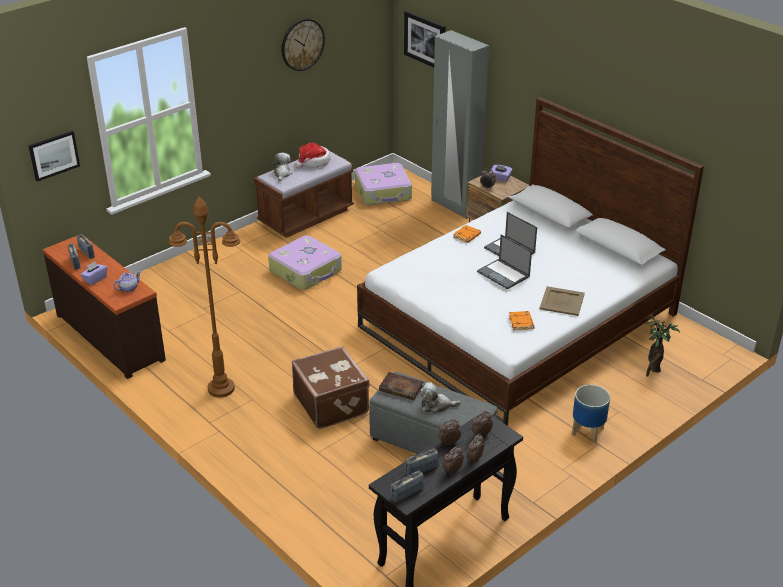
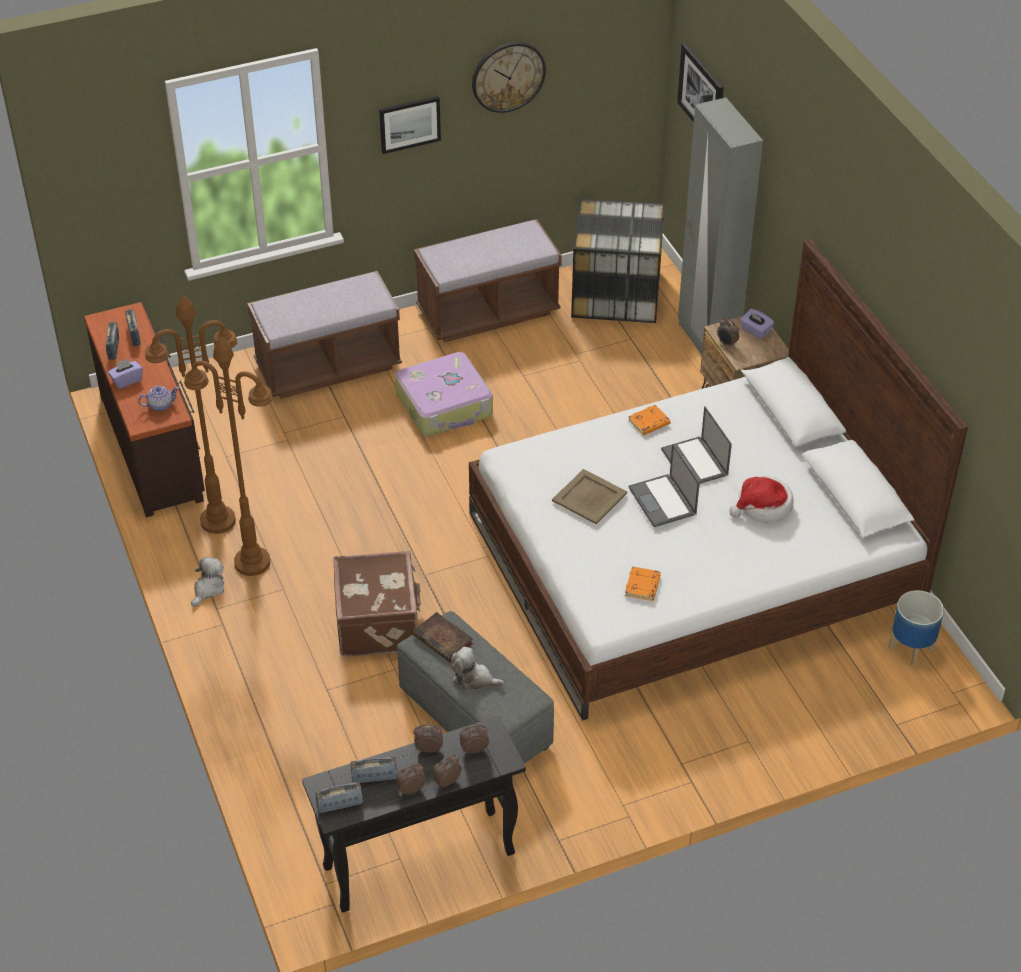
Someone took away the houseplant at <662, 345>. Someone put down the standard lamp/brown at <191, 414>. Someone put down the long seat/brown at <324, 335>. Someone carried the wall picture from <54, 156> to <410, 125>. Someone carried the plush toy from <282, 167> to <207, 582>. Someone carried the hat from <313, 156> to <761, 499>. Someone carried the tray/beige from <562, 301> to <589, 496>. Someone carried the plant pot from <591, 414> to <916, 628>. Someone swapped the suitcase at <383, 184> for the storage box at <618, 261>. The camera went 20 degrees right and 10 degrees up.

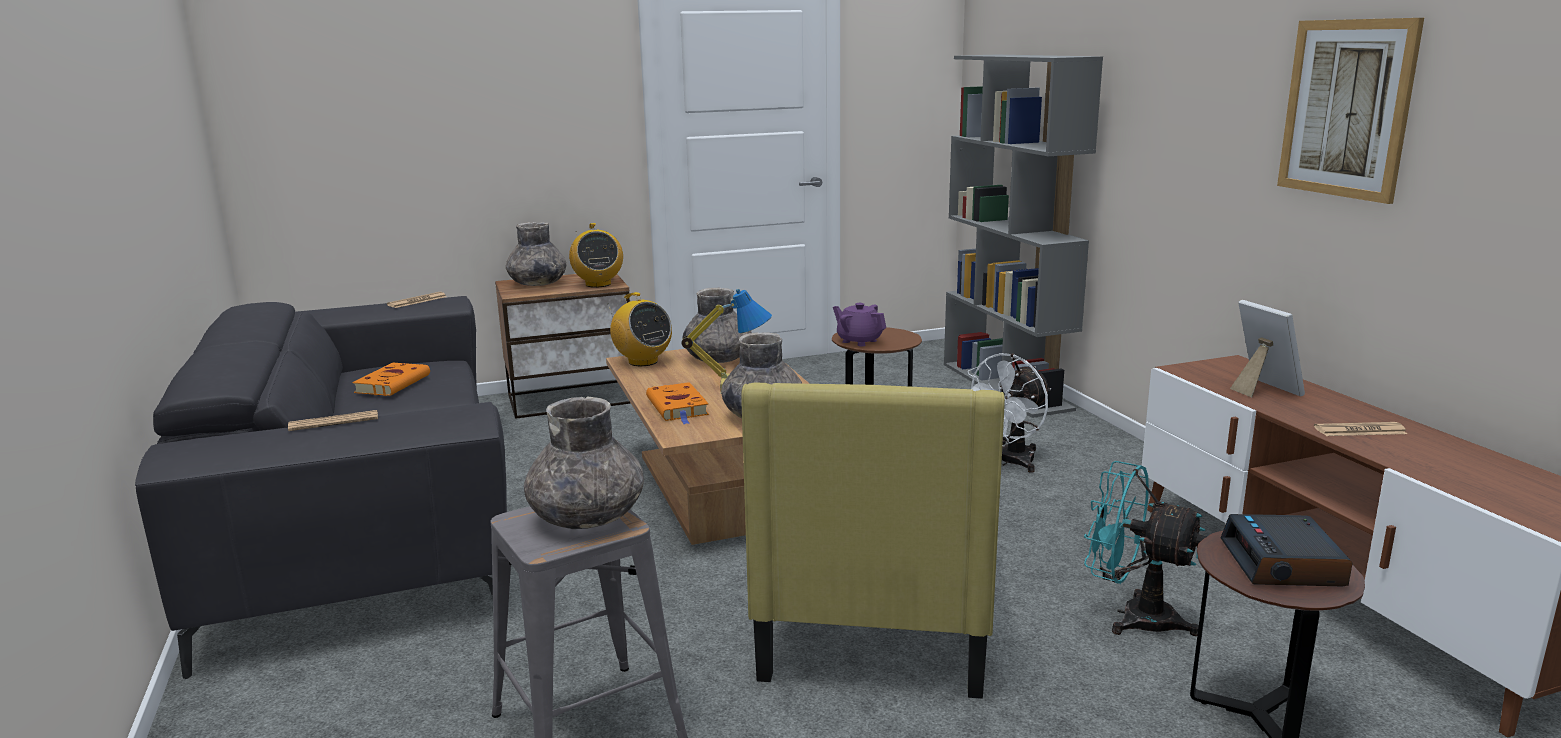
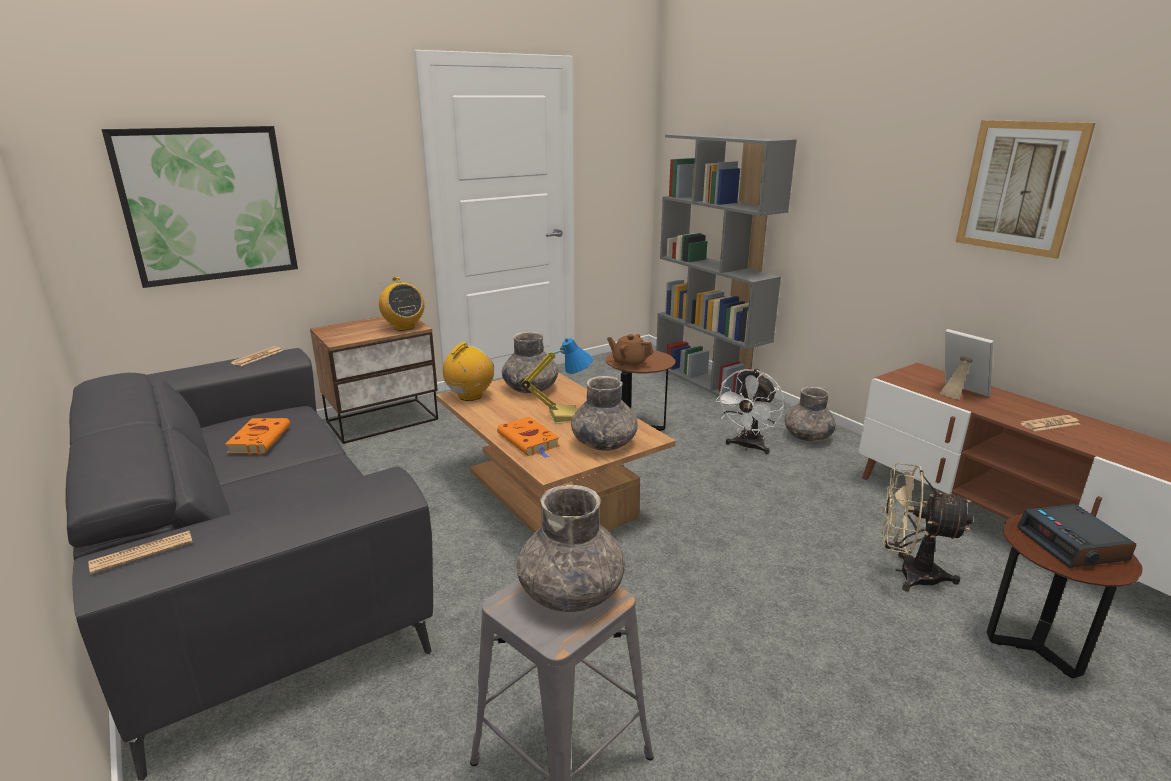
Someone took away the easy chair/yellowish at <873, 540>. Someone put up the wall picture at <200, 207>. Someone carried the newspaper from <333, 420> to <141, 552>. Someone carried the flower vase/gray from <536, 254> to <810, 414>. Someone repainted the teapot/purple at <859, 324>, which became the teapot/brown at <630, 351>. Someone repainted the electric fan/turquoise at <1145, 548>, which became the electric fan/beige at <927, 527>. Someone rotated the radio receiver at <640, 329> by 90 degrees counterclockwise. The camera went 15 degrees left and 5 degrees up.

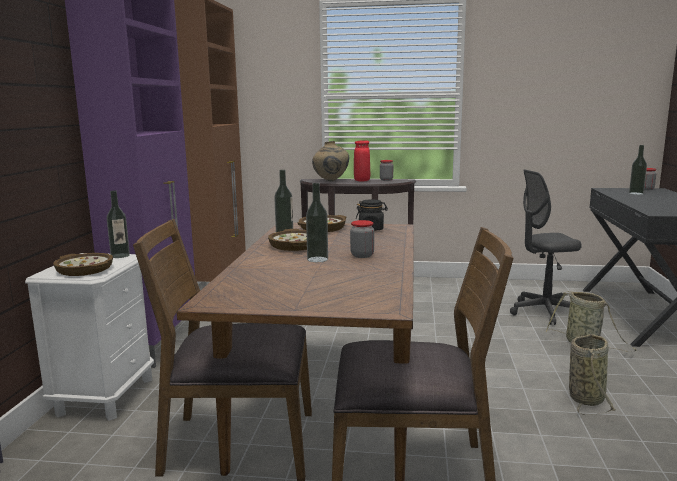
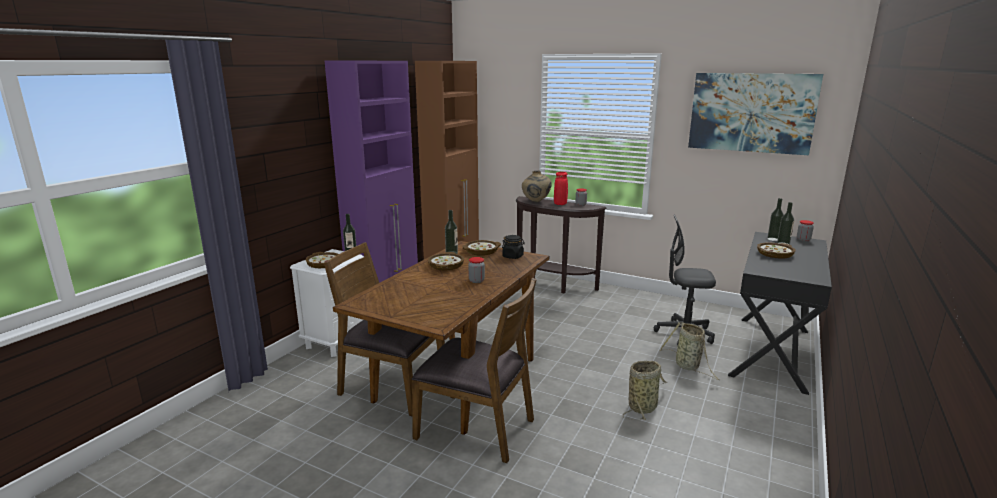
Someone put up the wall picture at <755, 114>. Someone put down the serving bowl at <776, 250>. Someone carried the bottle from <317, 222> to <775, 219>. The camera went 20 degrees right and 5 degrees up.

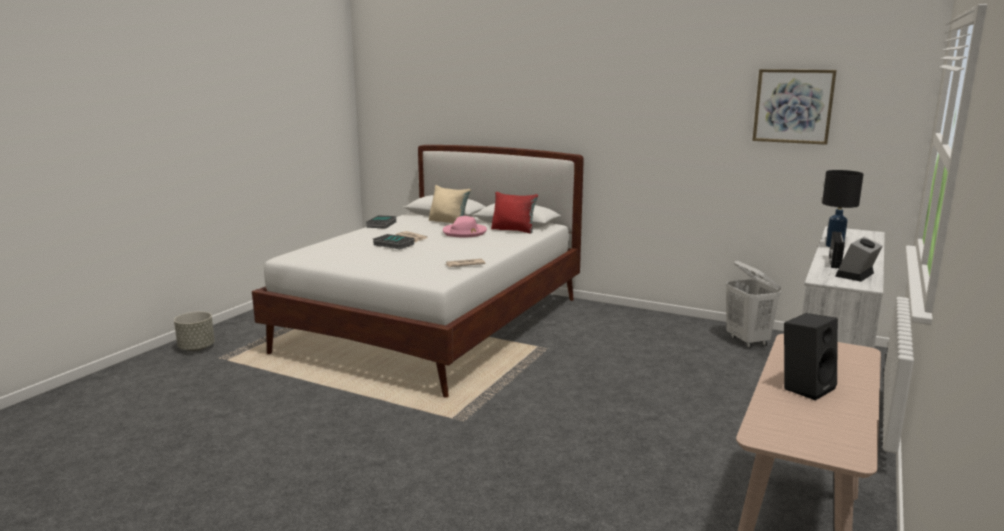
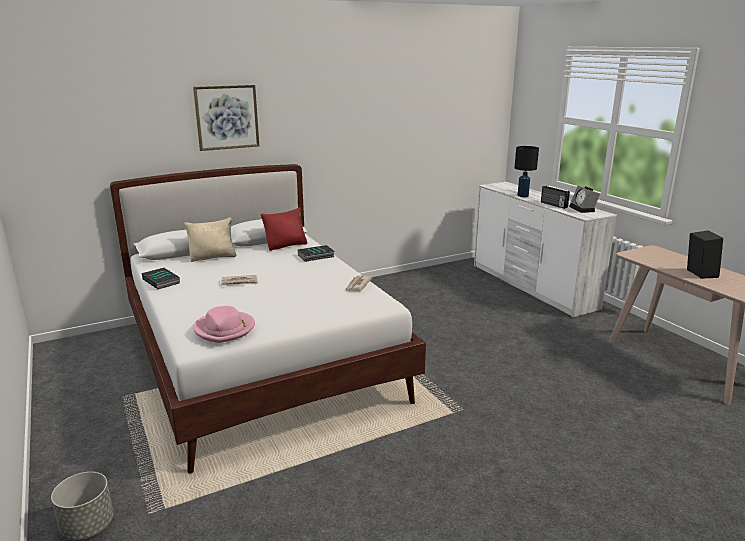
Someone took away the laundry basket/white at <753, 304>. Someone carried the book from <393, 241> to <316, 253>. Someone carried the hat/pink-coloured from <465, 227> to <224, 324>. Someone carried the wall picture from <794, 107> to <226, 118>. The camera went 55 degrees left and 5 degrees up.

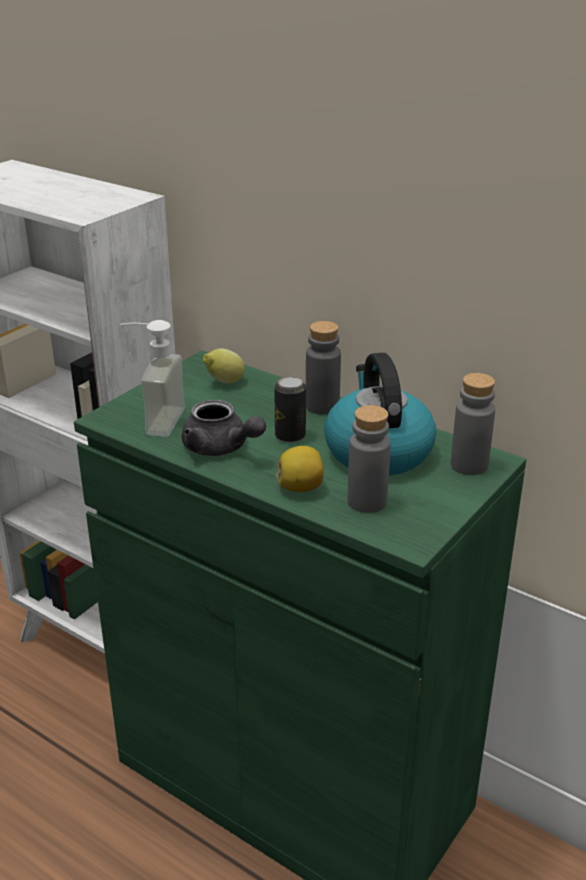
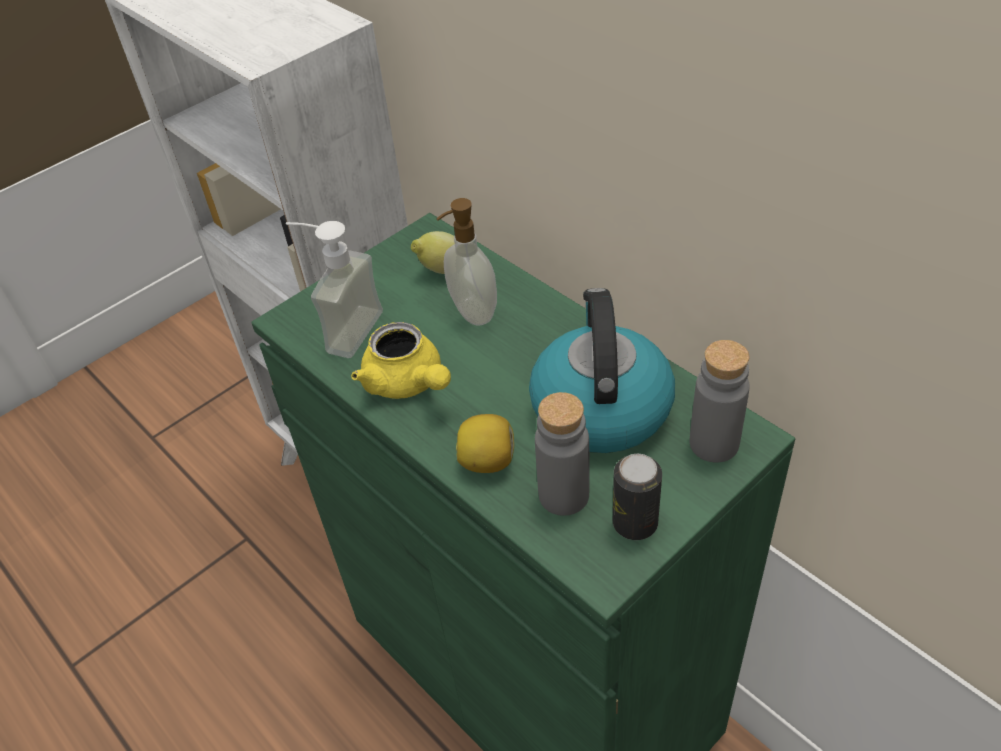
Someone took away the bottle/gray at <323, 367>. Someone put down the soap bottle at <466, 262>. Someone carried the can from <290, 409> to <637, 497>. Someone repainted the teapot/gray at <224, 428>, which became the teapot/yellowish at <401, 360>. The camera went 15 degrees right and 15 degrees up.

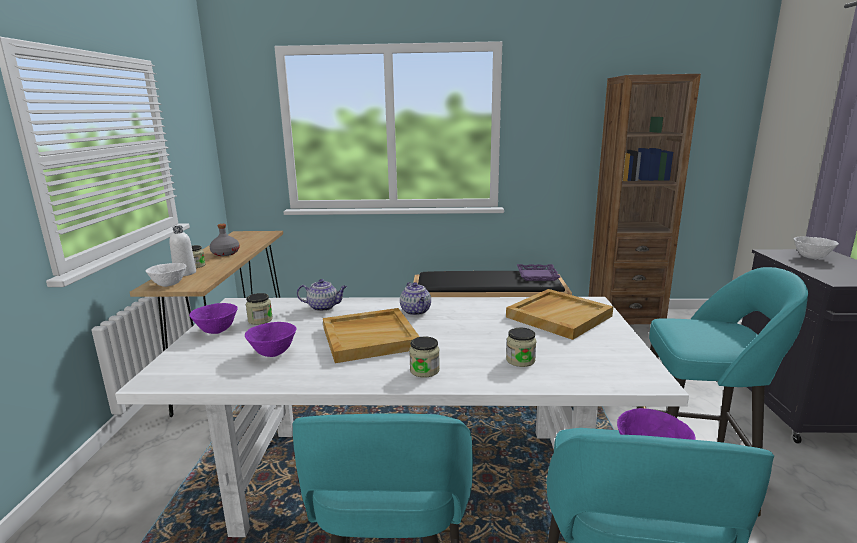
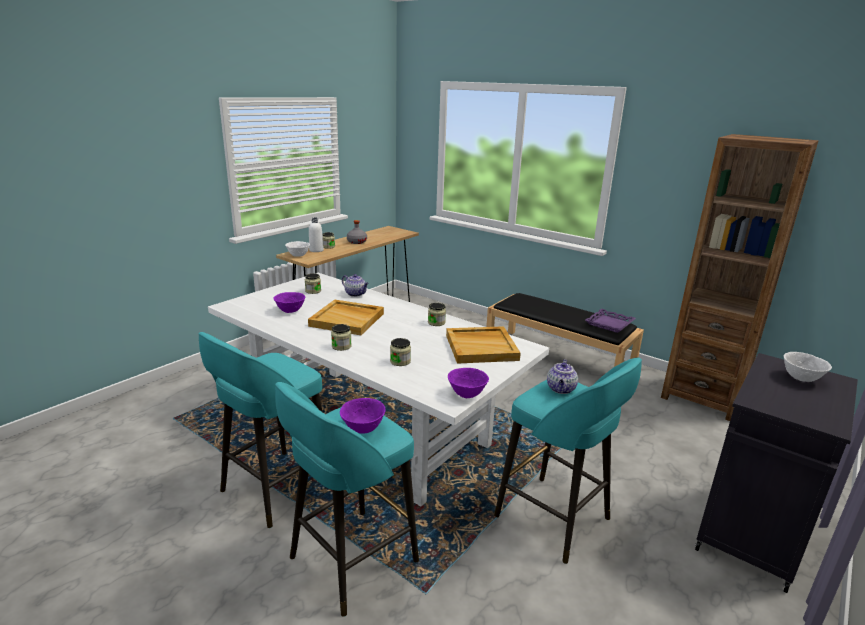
Someone put down the jar at <437, 314>. Someone carried the serving bowl/purple from <213, 318> to <468, 383>. Someone carried the teapot from <415, 298> to <562, 376>. The camera went 35 degrees right and 5 degrees up.

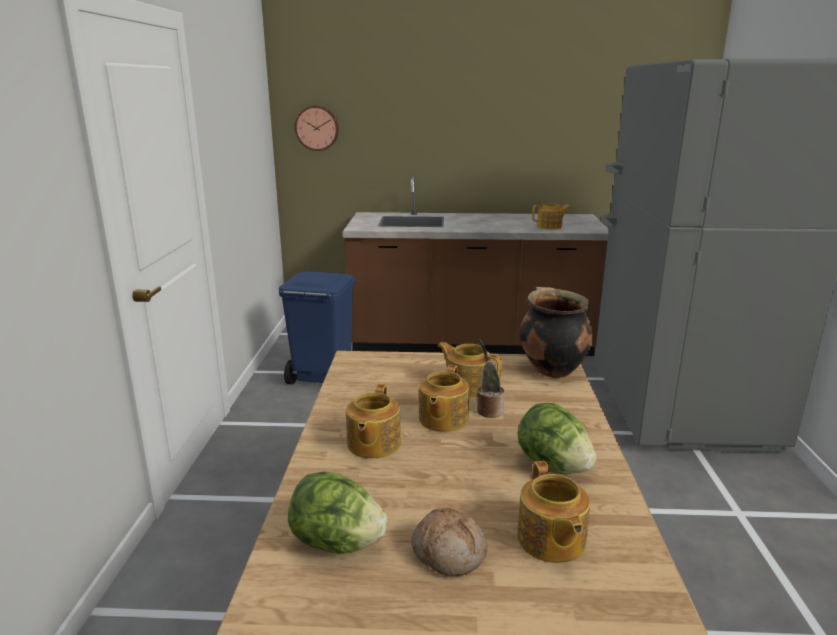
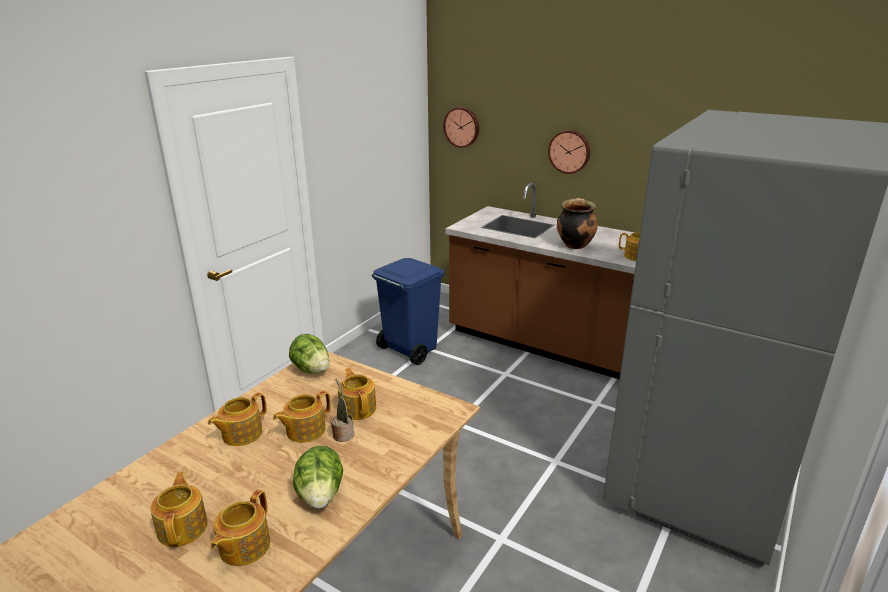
Someone put up the clock on the wall at <569, 152>. Someone carried the lettuce head from <338, 513> to <309, 354>. Someone carried the stockpot from <556, 332> to <577, 223>. Someone swapped the baked bread at <449, 541> for the teapot at <179, 509>. The camera went 30 degrees right and 5 degrees up.

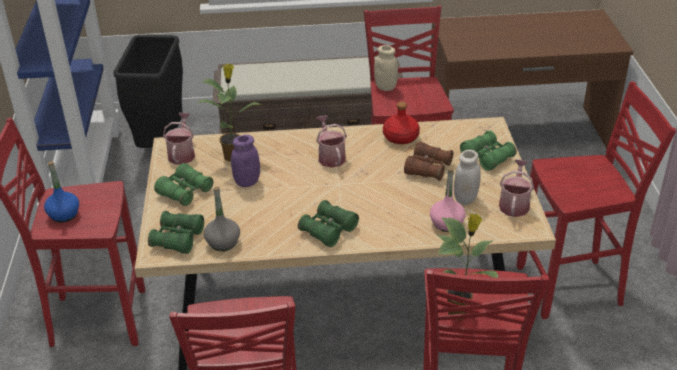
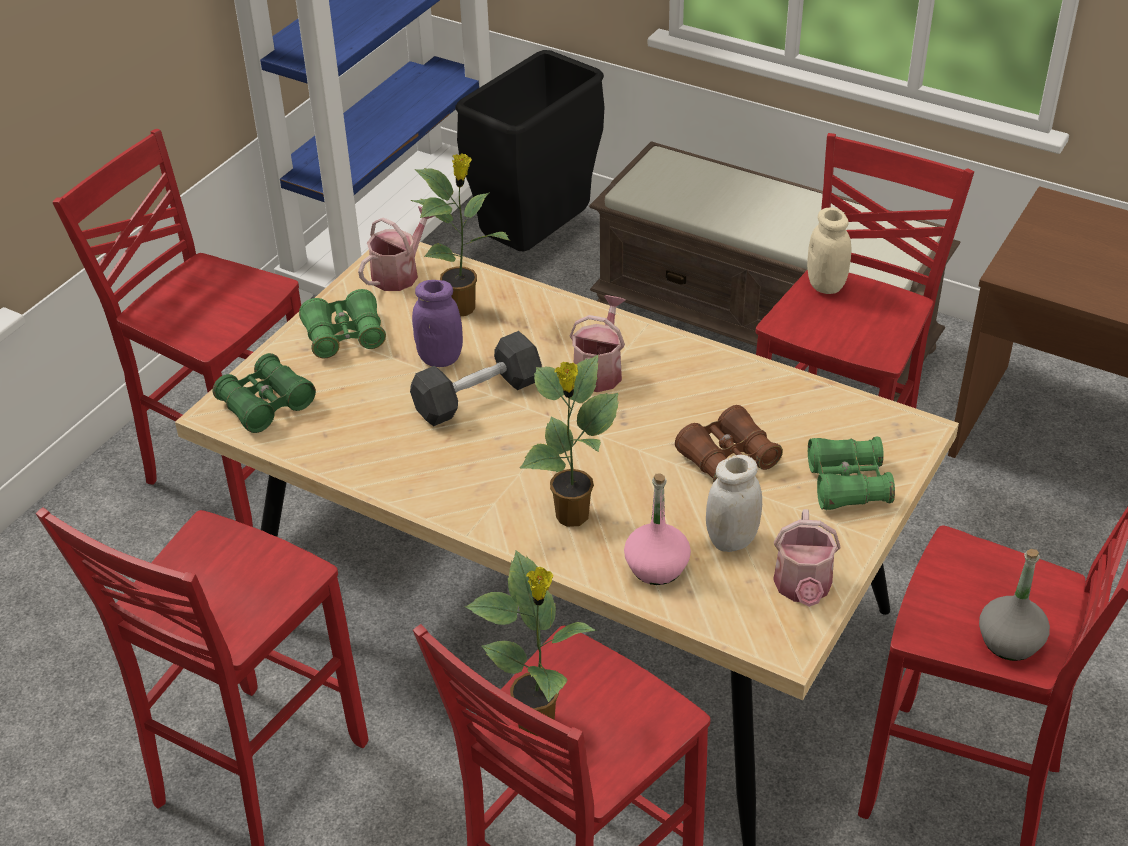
Someone took away the bottle/bluish at <61, 191>. Someone took away the binoculars/green at <328, 223>. Someone took away the bottle/red-coloured at <401, 122>. Someone put down the dumbbell/gray at <476, 378>. Someone put down the houseplant at <569, 441>. Someone carried the bottle/gray from <222, 218> to <1014, 605>. Someone rotated the sprinkling can at <516, 188> by 135 degrees clockwise. The camera went 35 degrees right and 5 degrees up.

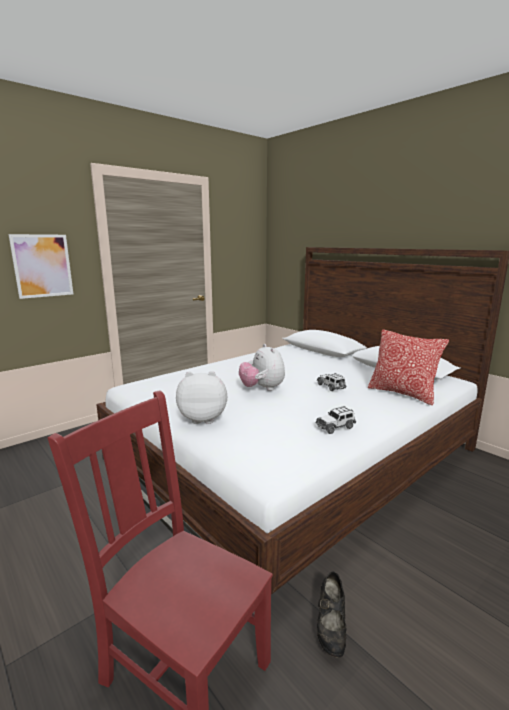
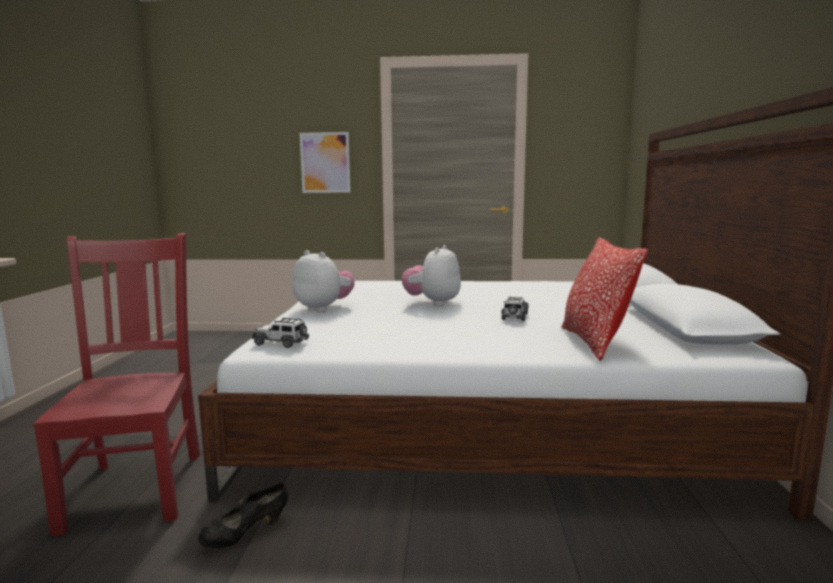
Someone carried the miniature car from <336, 420> to <280, 333>. The camera went 45 degrees right and 5 degrees down.

